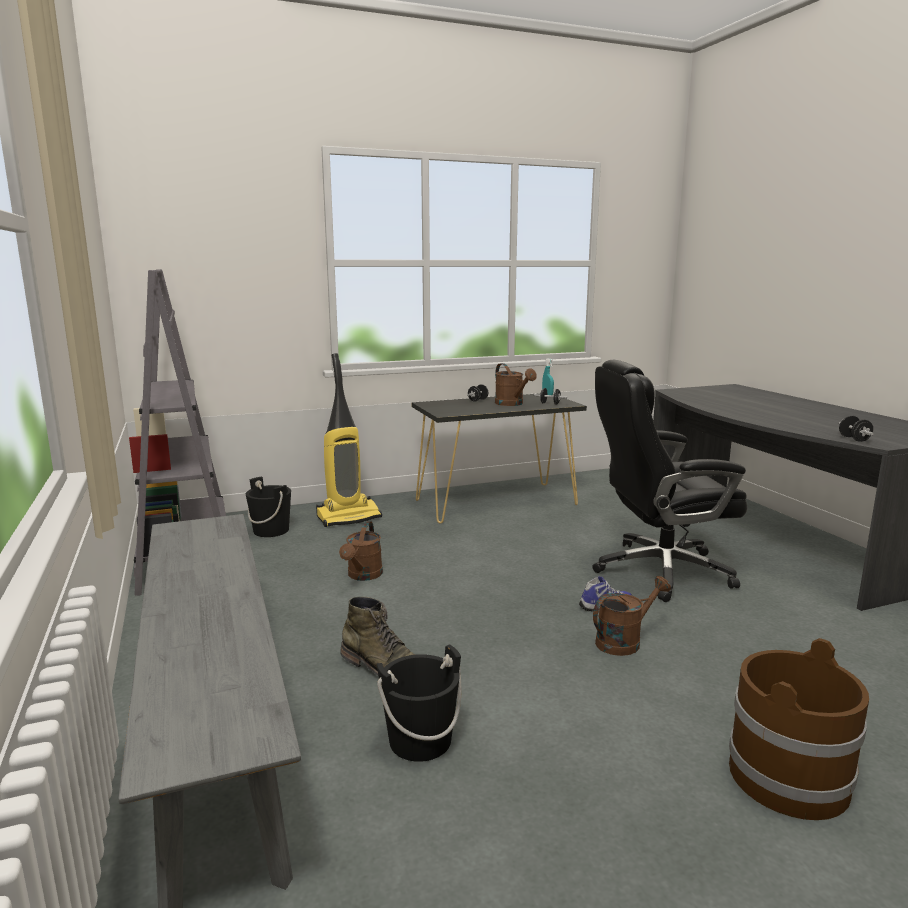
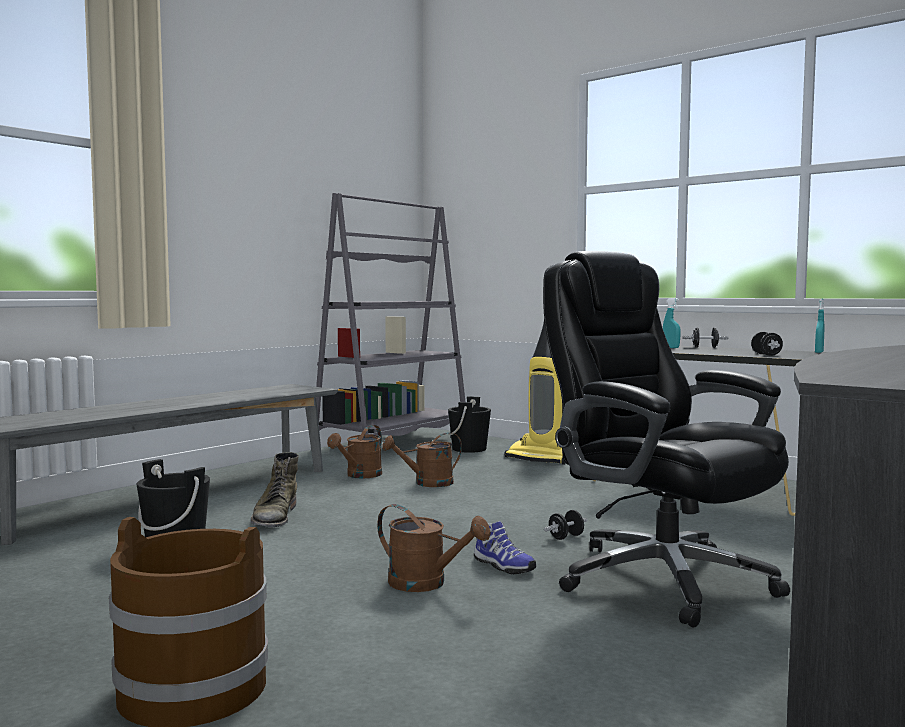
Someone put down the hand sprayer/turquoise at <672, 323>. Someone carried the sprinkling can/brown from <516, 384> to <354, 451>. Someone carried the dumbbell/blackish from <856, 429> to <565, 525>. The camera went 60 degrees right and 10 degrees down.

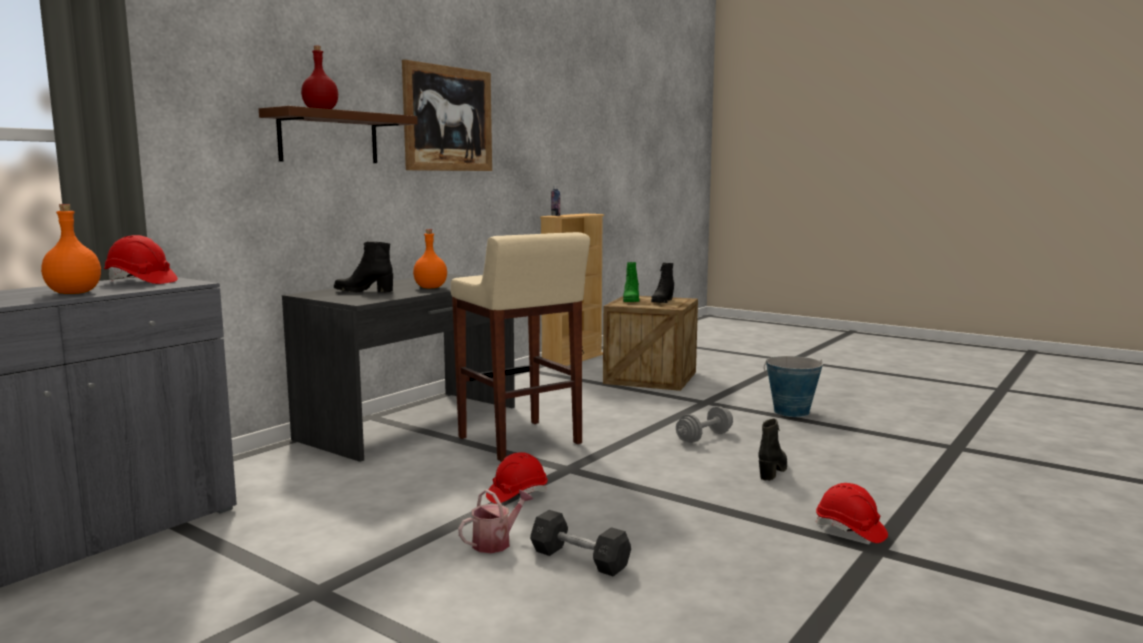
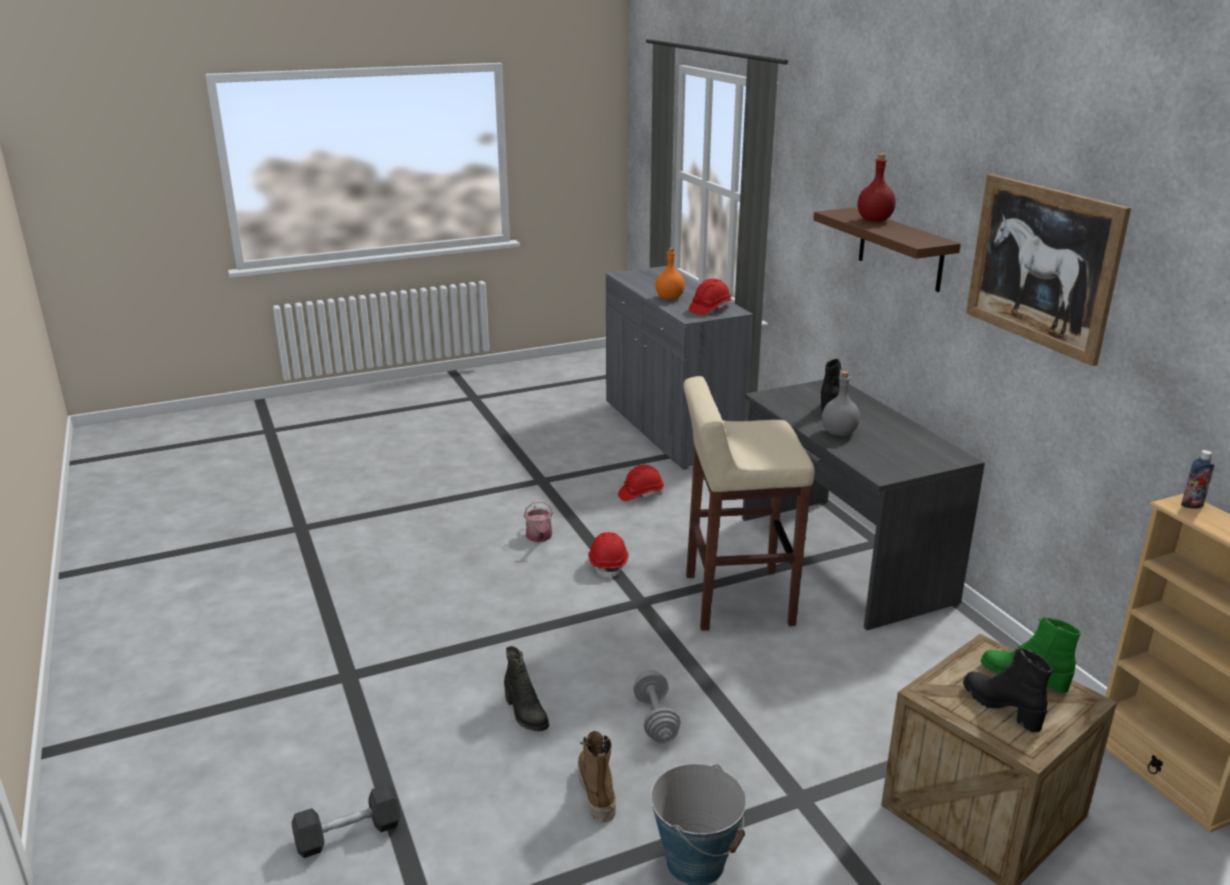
Someone put down the high-top boot at <597, 777>. Someone carried the dumbbell/gray from <580, 543> to <346, 821>. Someone carried the safety helmet/red-coloured from <852, 513> to <641, 483>. Someone repainted the bottle/orangey at <430, 258>, which became the bottle/gray at <841, 403>. The camera went 120 degrees right and 15 degrees up.

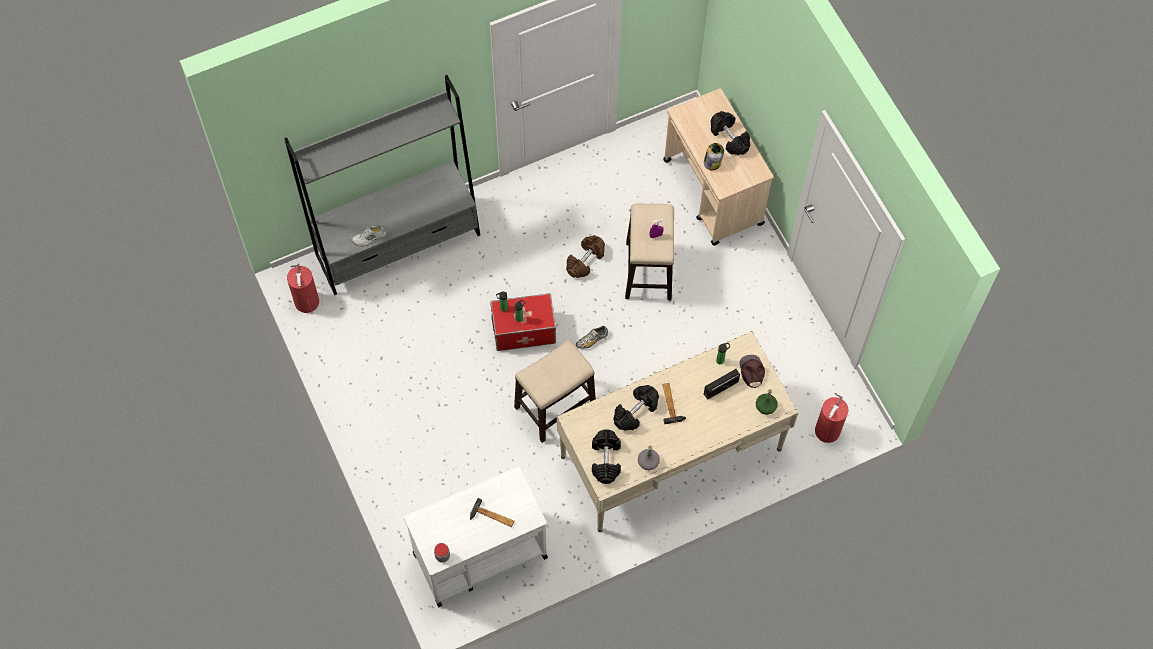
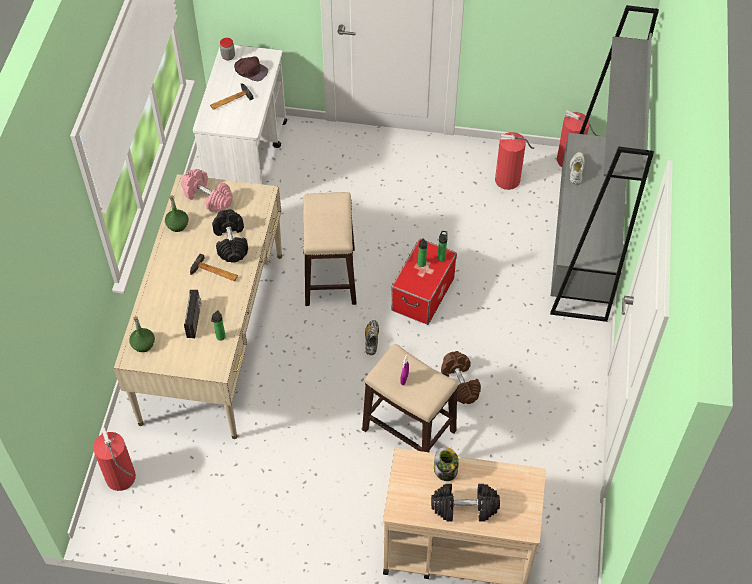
Someone put down the fire-fighting cylinder at <514, 161>. Someone carried the peaked cap/brown from <752, 371> to <251, 68>. Someone repainted the dumbbell/blackish at <606, 456>, which became the dumbbell/pink-coloured at <207, 190>. Someone repainted the bottle/gray at <649, 458>, which became the bottle/green at <176, 213>. The camera went 125 degrees right and 10 degrees down.

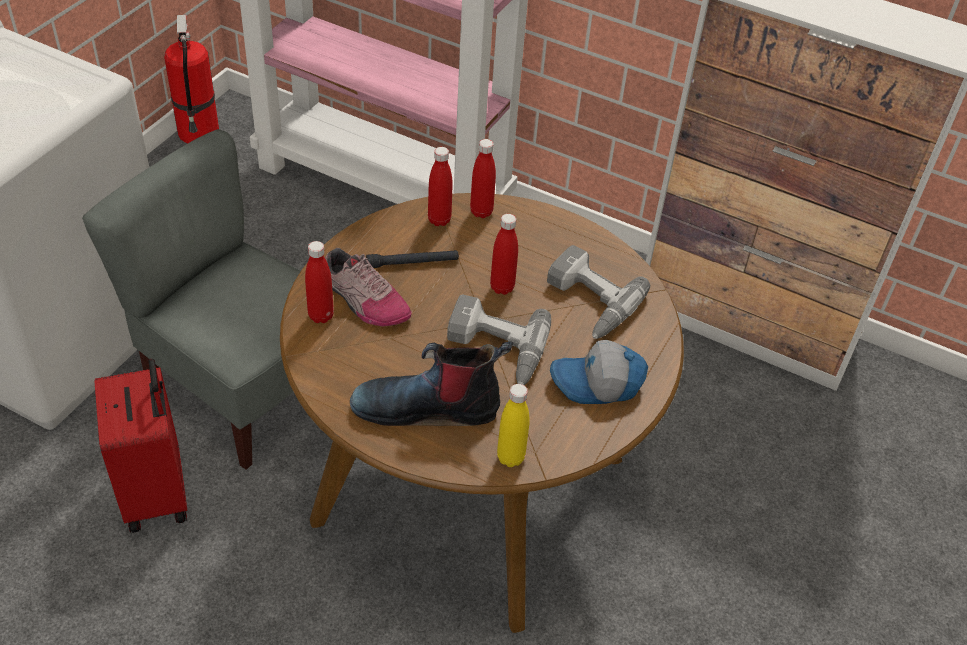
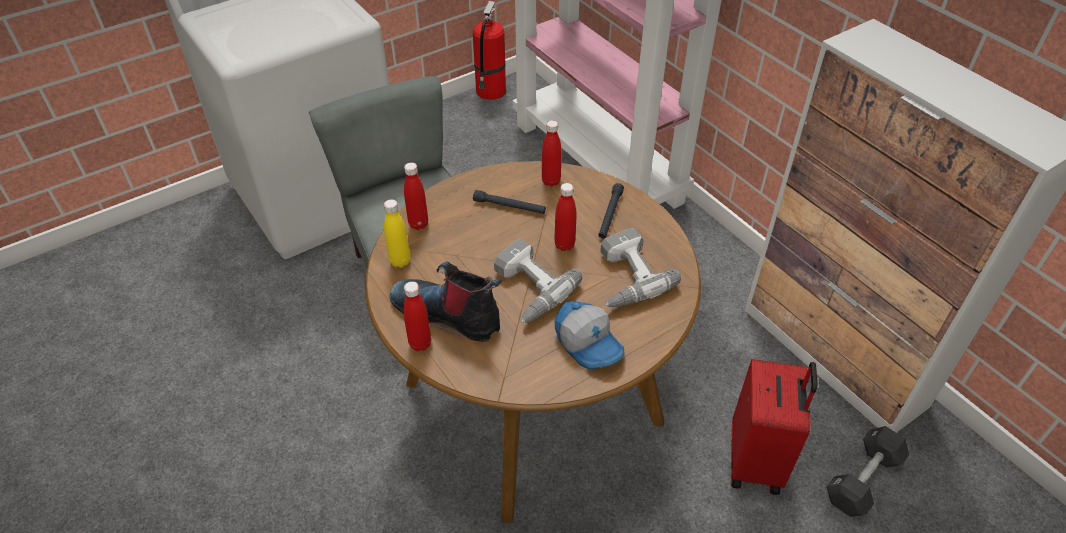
Someone took away the low shoe at <368, 287>. Someone put down the torch/blackish at <611, 210>. Someone put down the dumbbell/blackish at <867, 471>. Someone carried the suitcase/red-coloured from <141, 446> to <774, 427>. Someone carried the bottle/red-coloured from <483, 178> to <417, 316>. Someone carried the bottle/yellowish from <513, 425> to <397, 233>. Someone rotated the peaked cap at <599, 372> by 150 degrees counterclockwise. The camera went 30 degrees right and 0 degrees up.

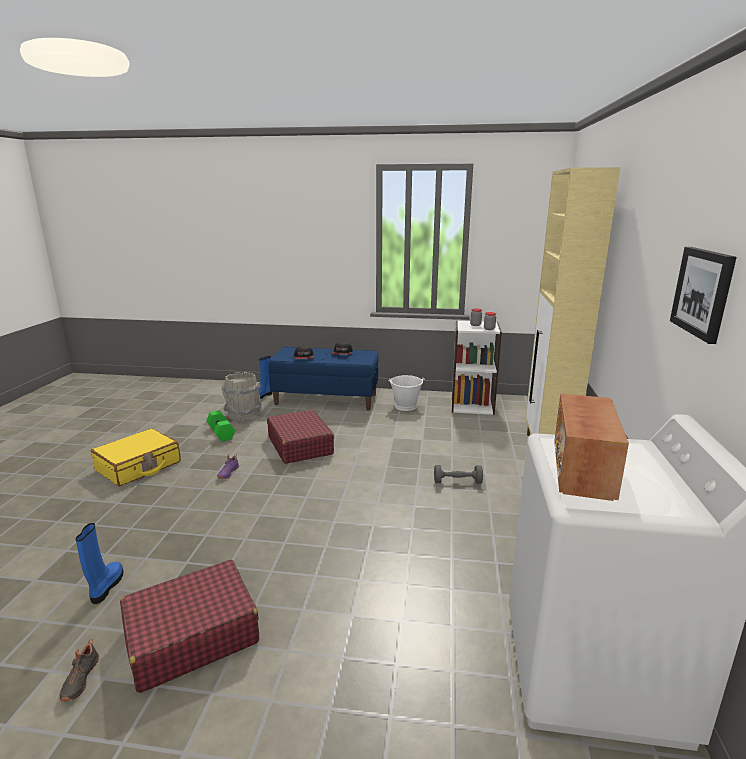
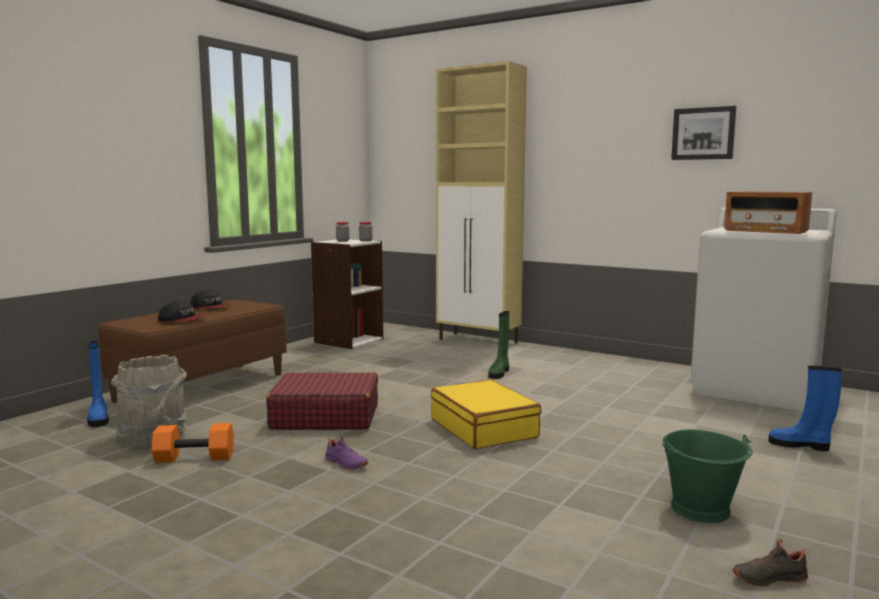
Someone took away the bucket/white at <406, 393>. Someone carried the high-top boot/bluish from <99, 563> to <805, 408>. Someone carried the suitcase/yellowish from <136, 457> to <486, 414>. Someone swapped the suitcase/red-coloured at <189, 626> for the bucket/green at <707, 476>. Someone swapped the dumbbell/gray at <458, 474> for the high-top boot/green at <498, 345>. Someone repainted the dumbbell/green at <220, 426>, which became the dumbbell/orangey at <192, 443>. Someone repainted the long seat/bluish at <323, 378>, which became the long seat/brown at <193, 351>. Someone rotated the low shoe/blackish at <79, 670> by 150 degrees clockwise. The camera went 65 degrees left and 10 degrees down.

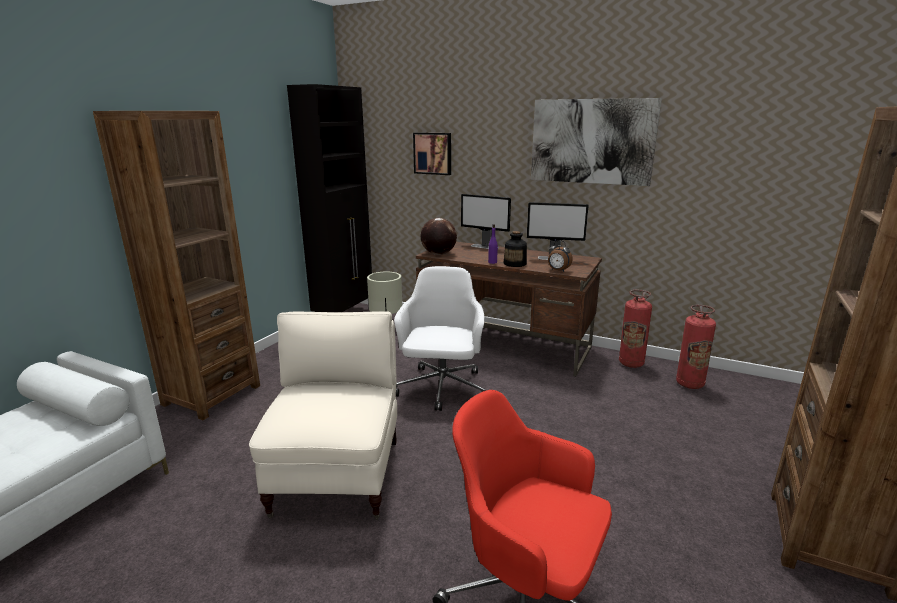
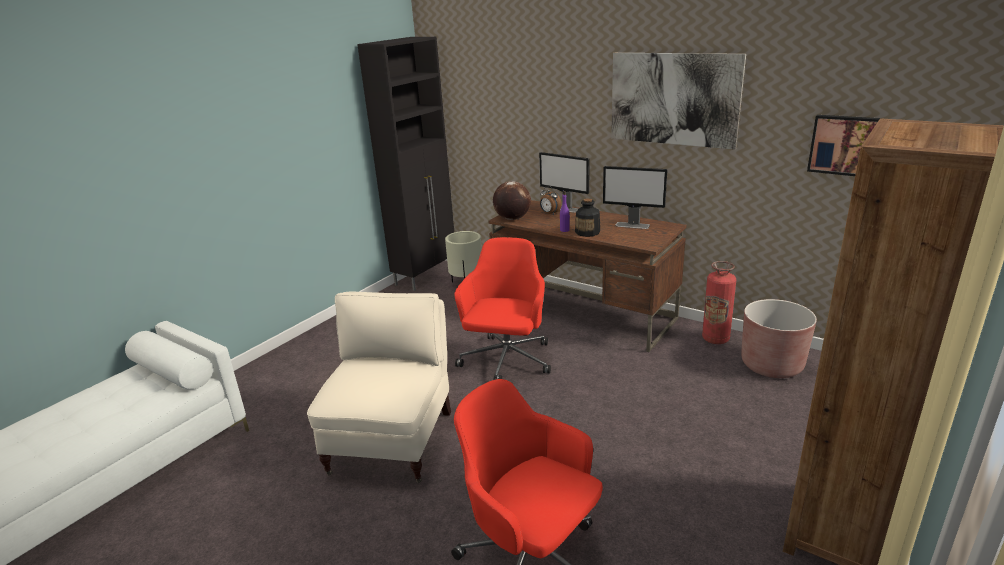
Someone took away the bookcase/brown at <176, 265>. Someone carried the wall picture from <432, 153> to <844, 145>. Someone carried the alarm clock from <560, 256> to <551, 200>. Someone swapped the fire-fighting cylinder at <696, 347> for the plant pot/brown at <779, 338>. Someone repainted the office chair/white at <440, 338>, which became the office chair/red-coloured at <502, 308>. The camera went 10 degrees right and 5 degrees up.

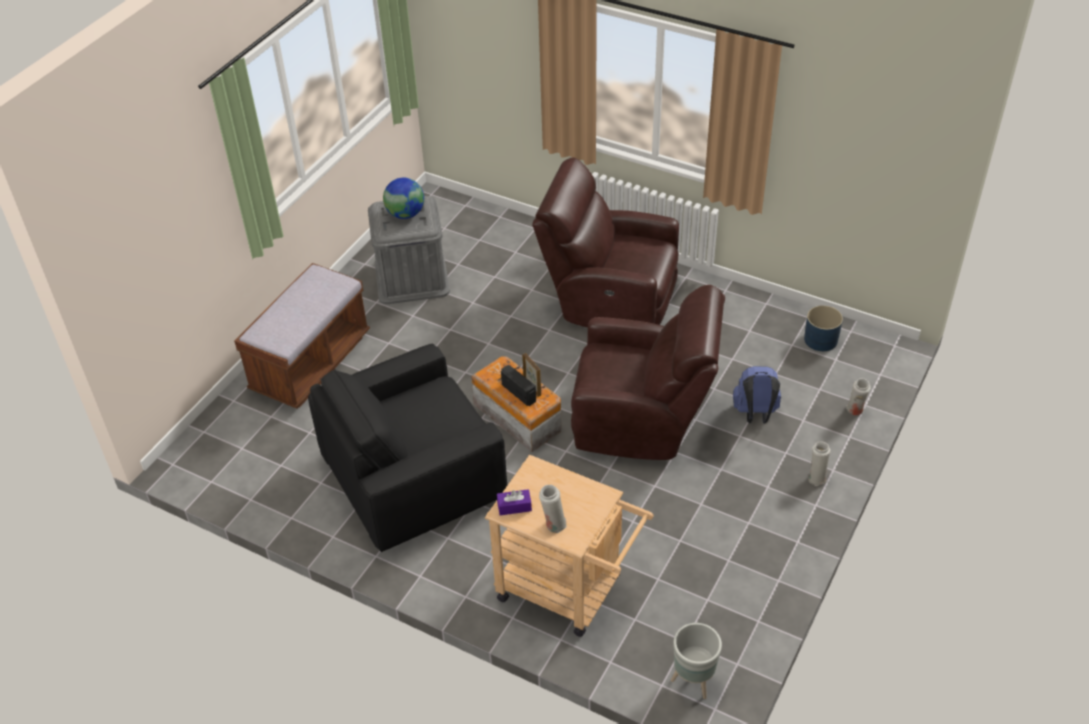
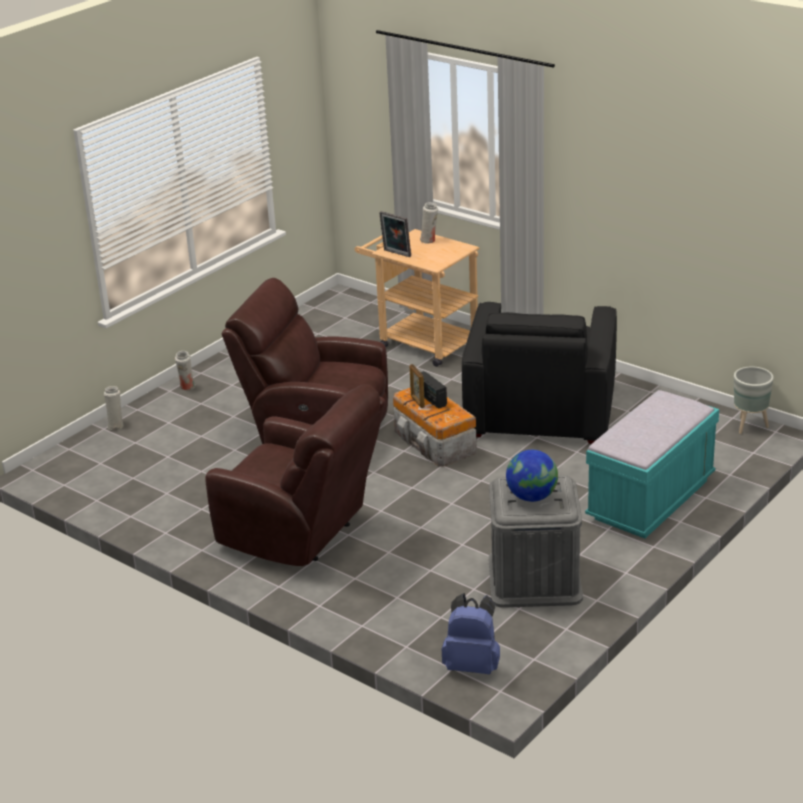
Someone took away the tissue box/purple at <514, 502>. Someone took away the plant pot/bluish at <823, 328>. Someone put down the photo frame at <395, 234>. Someone carried the plant pot/gray from <696, 661> to <754, 400>. Someone carried the rucksack/bluish from <757, 395> to <471, 633>. Someone repainted the long seat/brown at <302, 336>, which became the long seat/turquoise at <652, 464>. Someone rotated the easy chair/blackish at <407, 448> by 120 degrees clockwise. The camera went 170 degrees left and 15 degrees down.

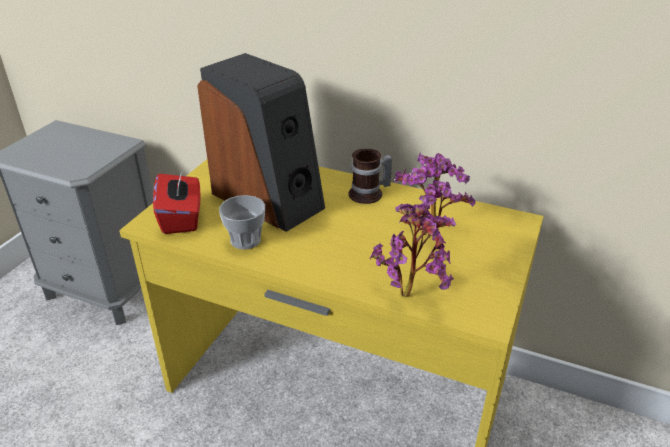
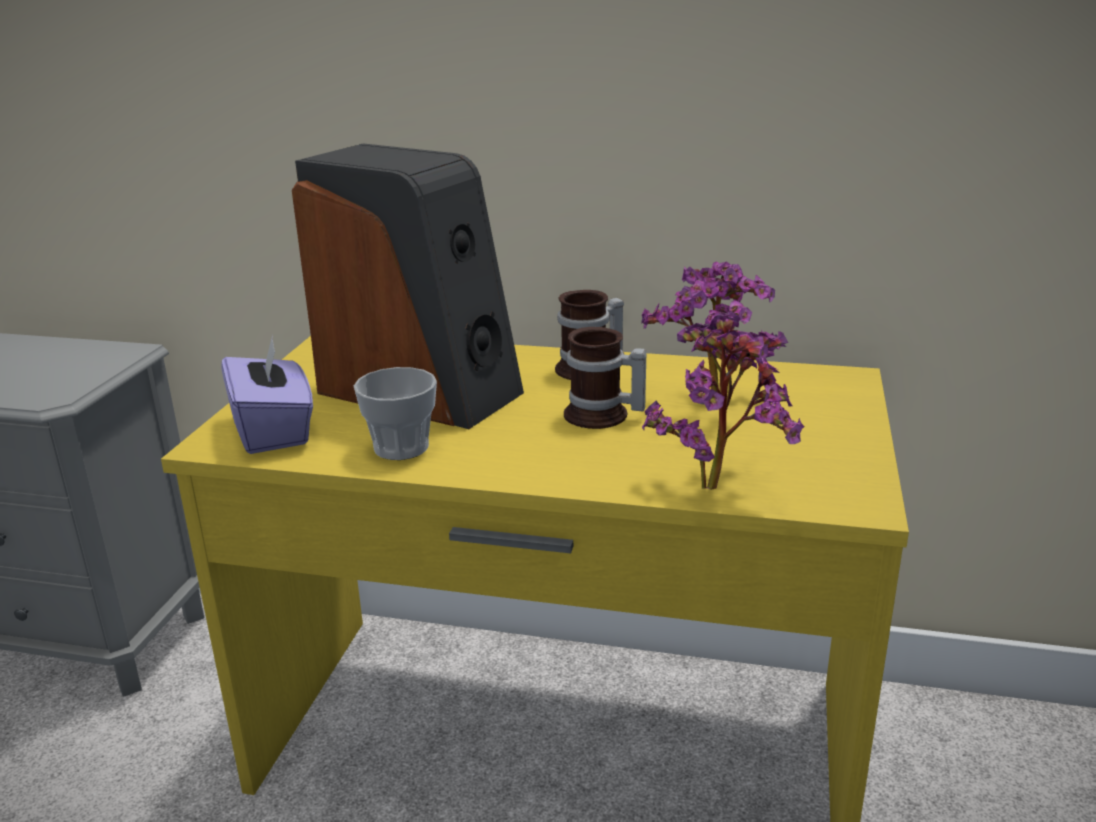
Someone put down the tea mug at <605, 378>. Someone repainted the tissue box/red-coloured at <176, 200>, which became the tissue box/purple at <267, 394>. The camera went 10 degrees left and 10 degrees down.

